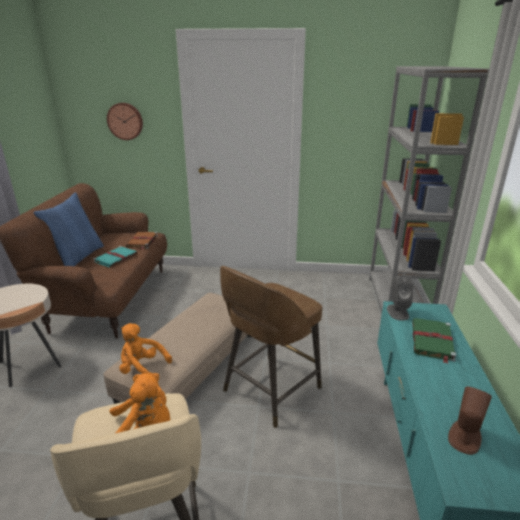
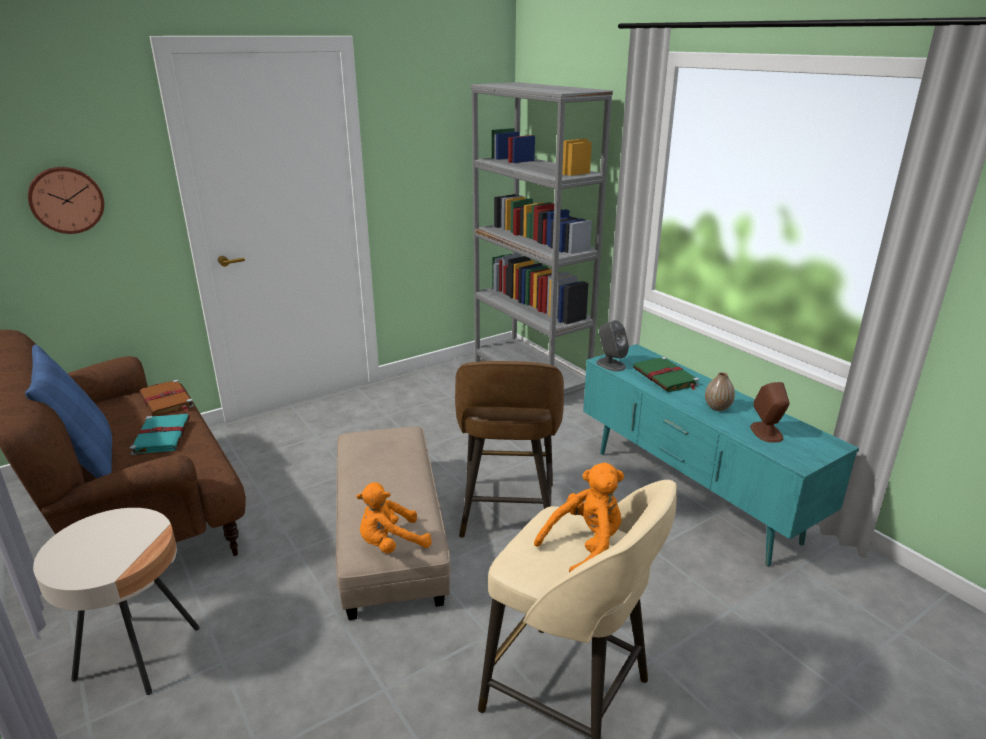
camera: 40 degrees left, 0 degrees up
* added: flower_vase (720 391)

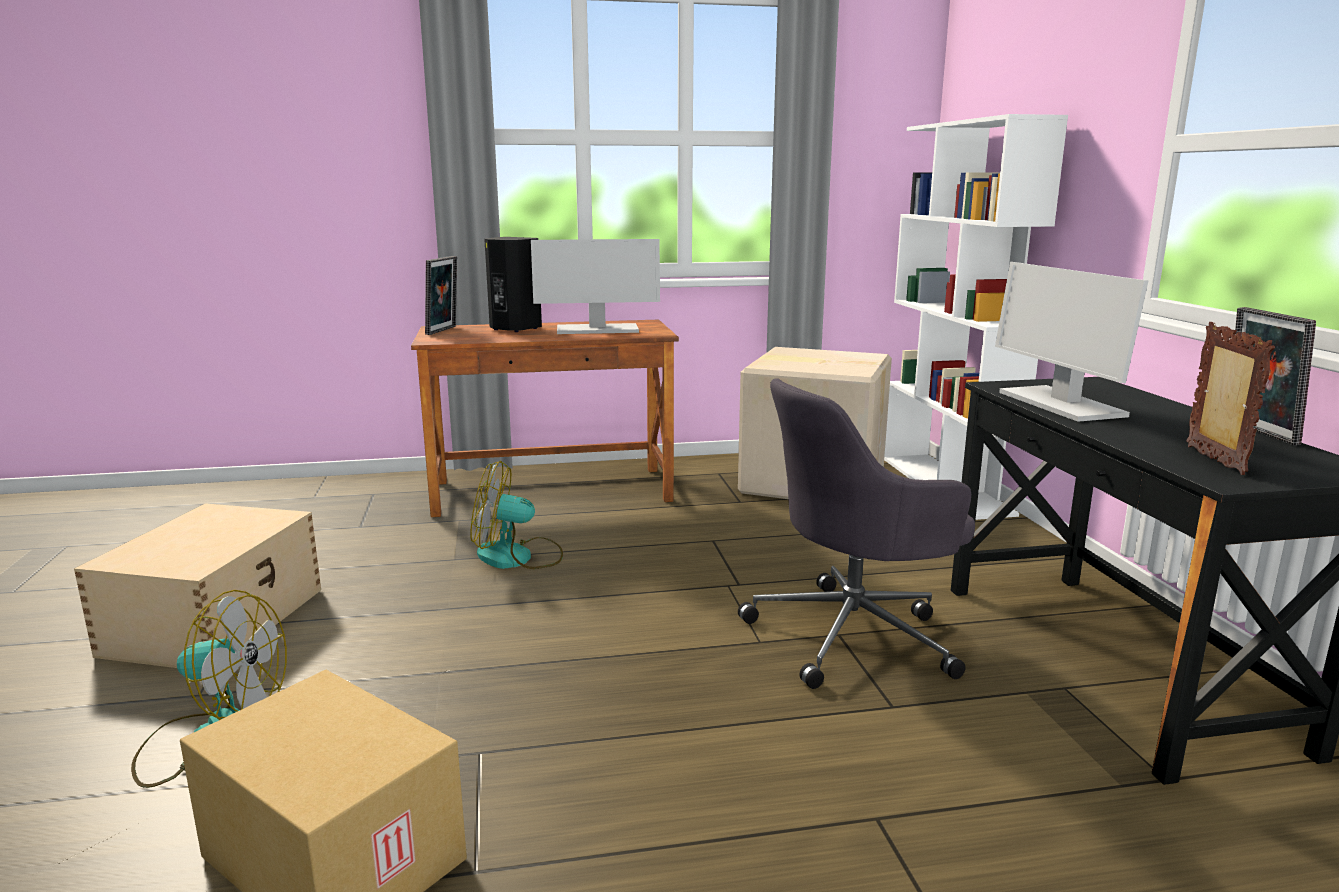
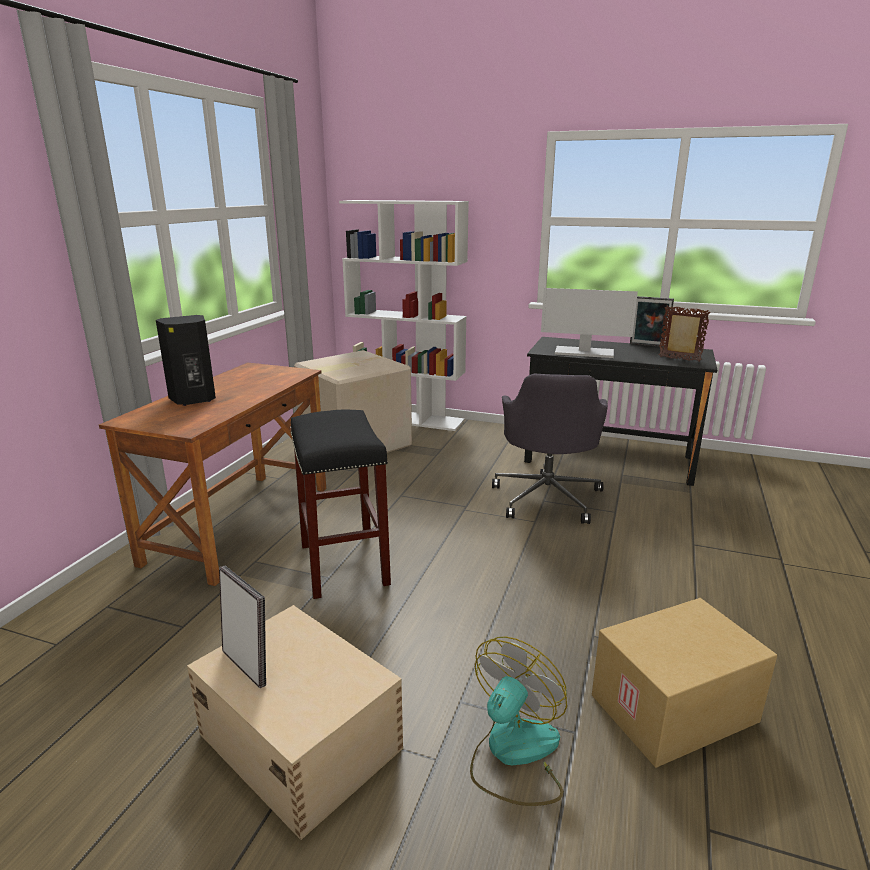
camera: 60 degrees left, 5 degrees up
* removed: computer_screen (595 286)
* moved: photo_frame (441 295) to (242 627)
* replaced: cooling_fan (516 515) to black_stool (341 504)

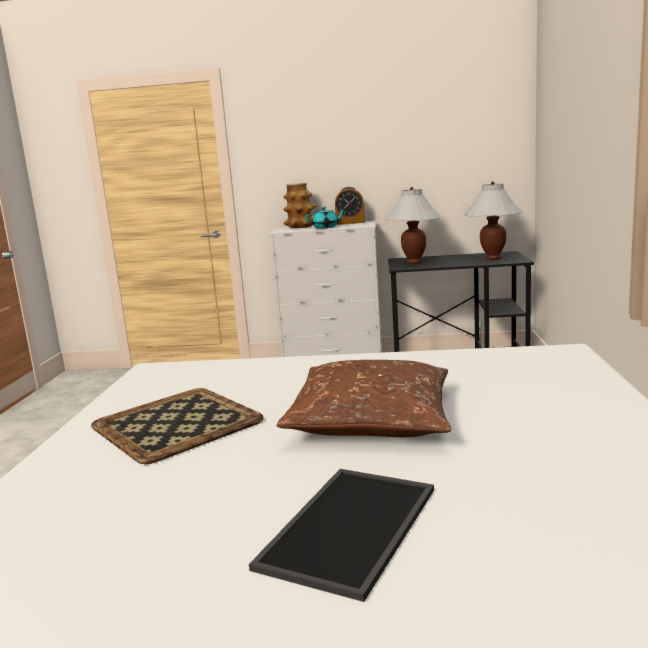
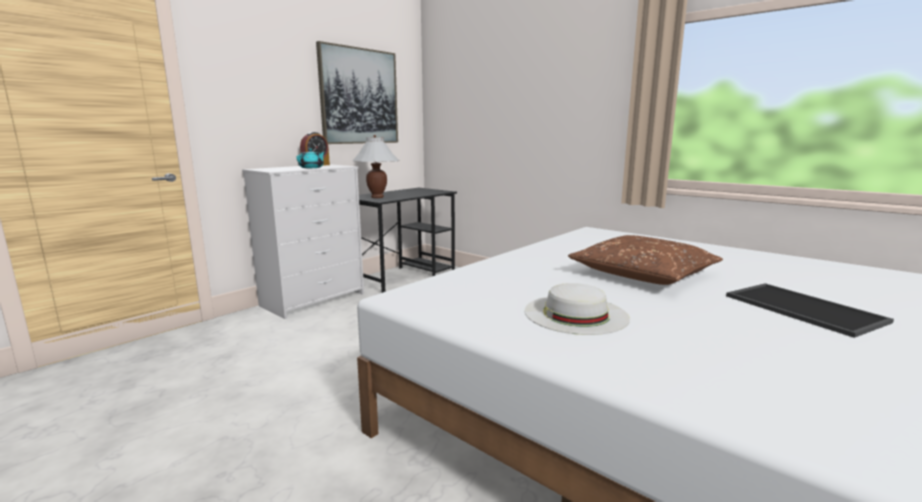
camera: 55 degrees left, 0 degrees up
* removed: whitish_tabletop_lamp (493 220)
* removed: flower_vase (300 205)
* replaced: serving_tray (177 426) to whitish_clothing_hat (577 309)
* added: wall_picture (357 92)

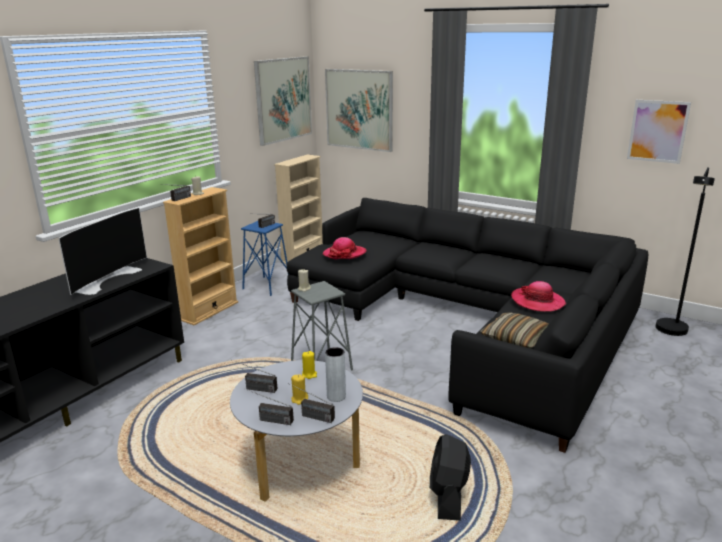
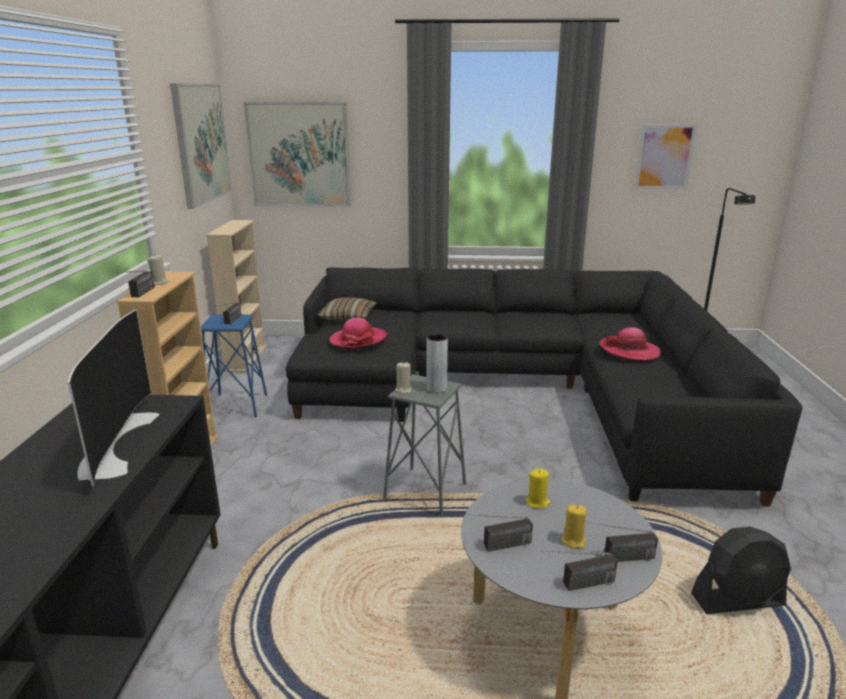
camera: 30 degrees left, 0 degrees up
* moved: cushion (514 331) to (347 309)
* moved: greyish_flower_vase (335 374) to (437 363)
* turned: black_cooling_fan (450 477) = (741 570) 75 degrees counterclockwise

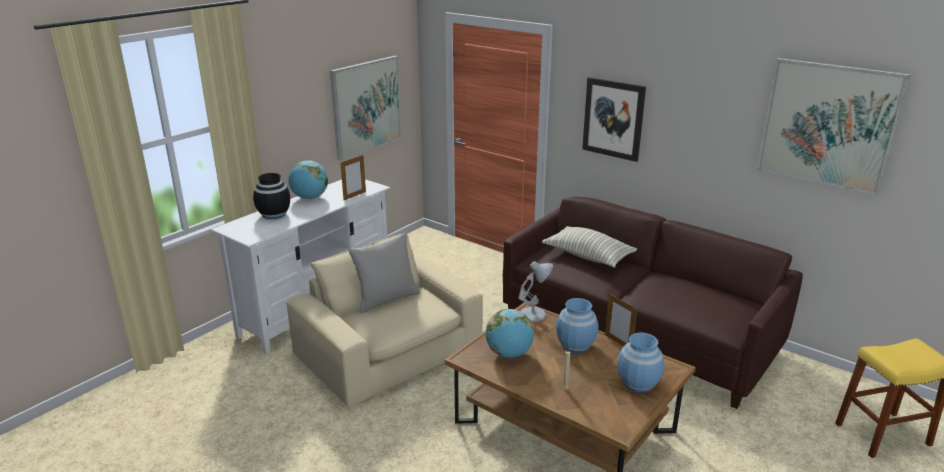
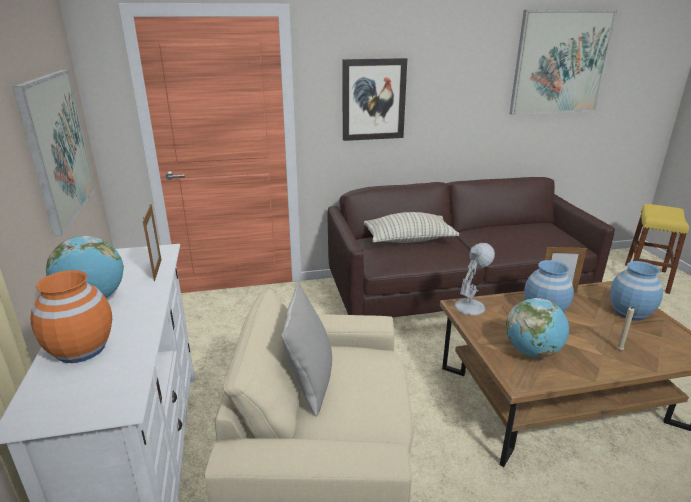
camera: 50 degrees left, 0 degrees up
* recoloured: black_flower_vase (271 196) to orange_flower_vase (71 316)

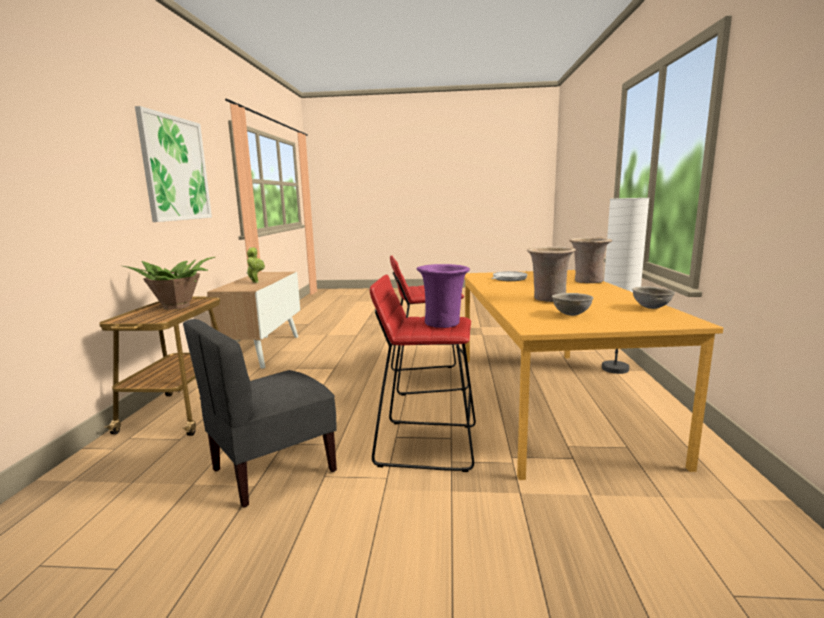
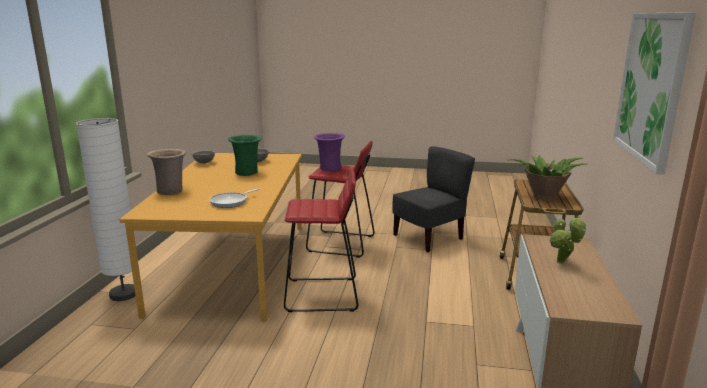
camera: 175 degrees left, 5 degrees up
* recoloured: beige_flower_vase (551 274) to green-coloured_flower_vase (245 155)

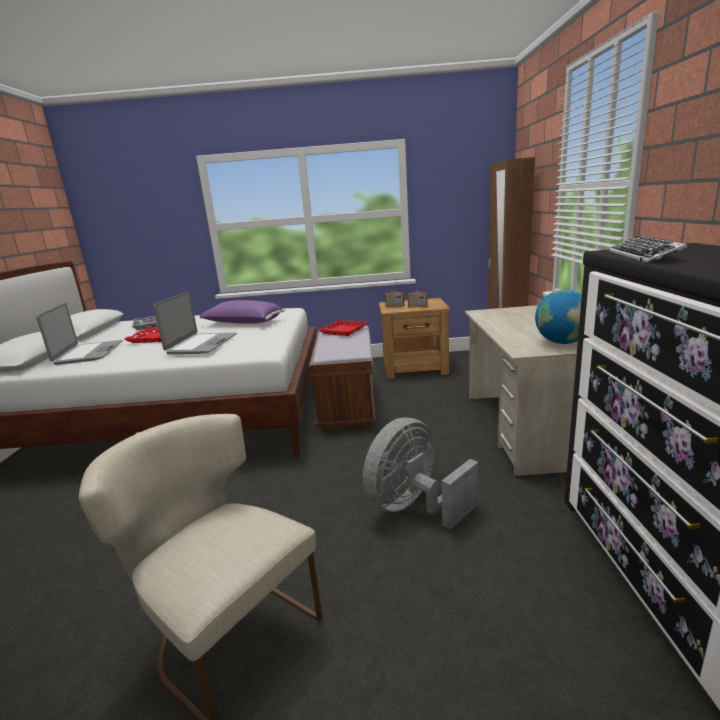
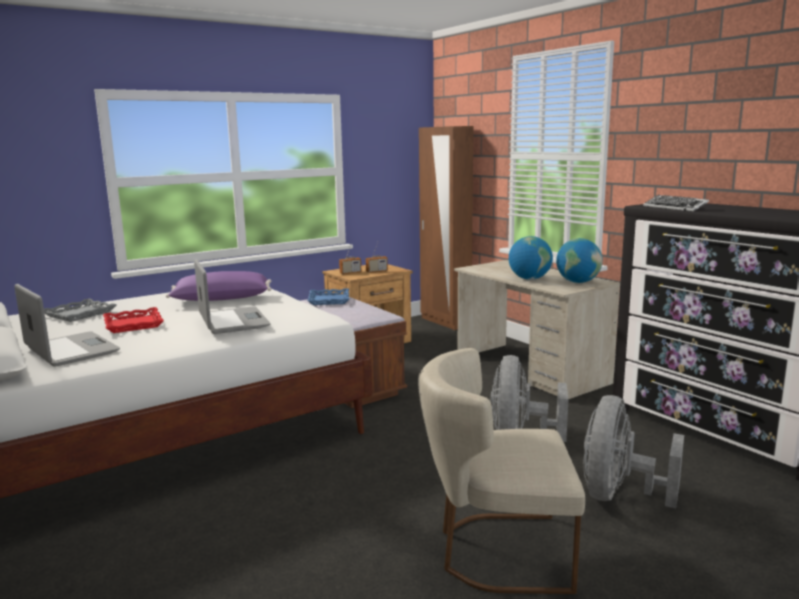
camera: 35 degrees left, 5 degrees down
* recoloured: red-coloured_serving_tray (343 328) to blue_serving_tray (328 296)
* added: desk_globe (531 258)
* added: greyish_cooling_fan (634 451)

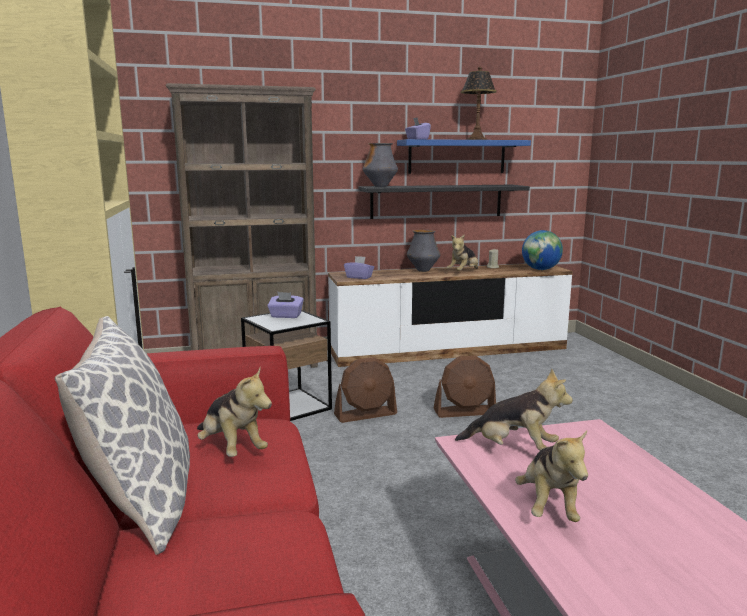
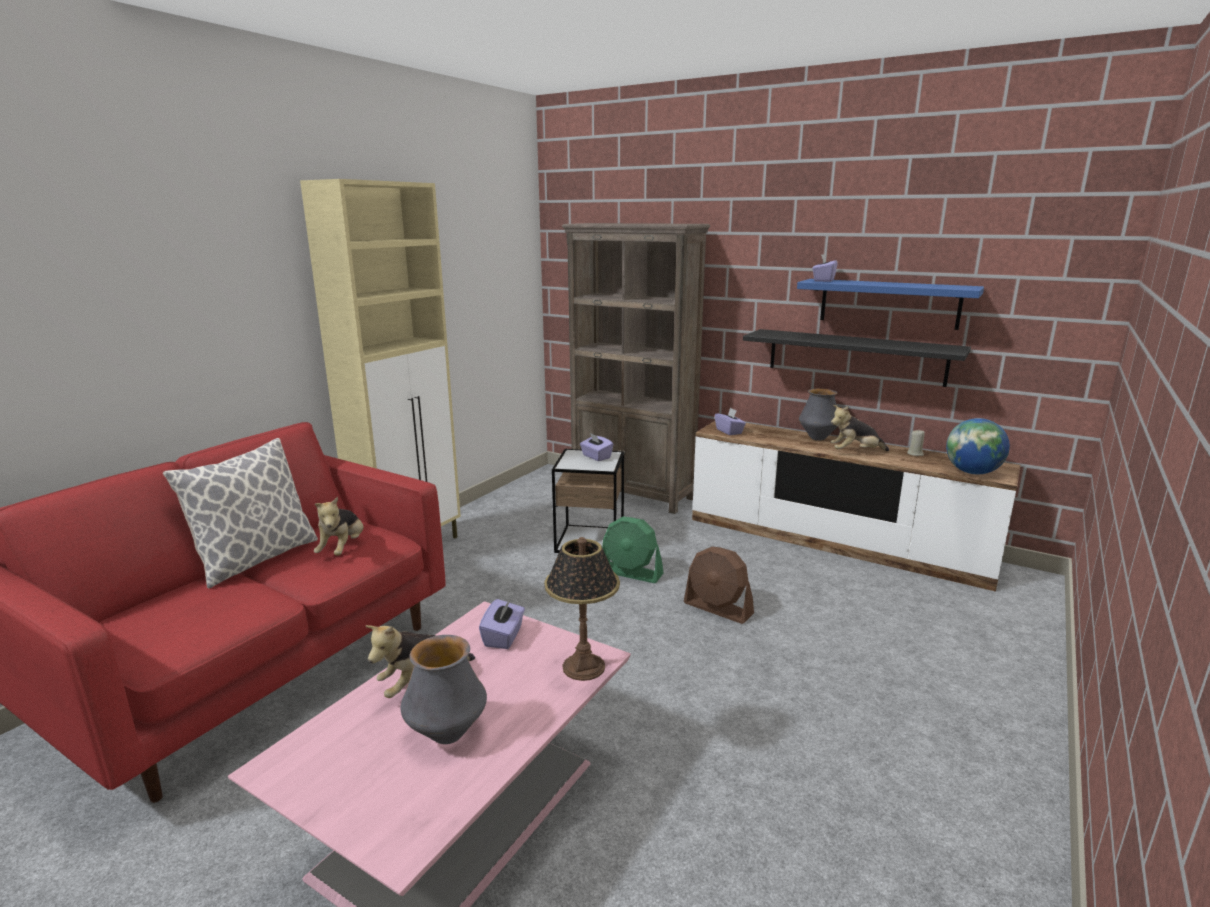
camera: 45 degrees right, 5 degrees up
* moved: tabletop_lamp (479 103) to (582 609)
* moved: flower_vase (380 165) to (444 689)
* recoloured: brown-coloured_cooling_fan (365 390) to green-coloured_cooling_fan (633 550)
* replaced: cuddly_toy (514 410) to purple_tissue_holder (502 623)

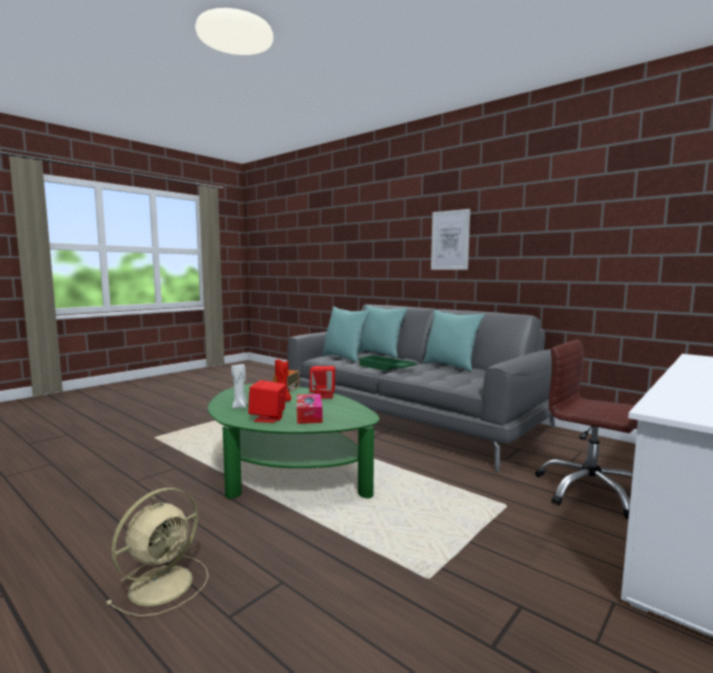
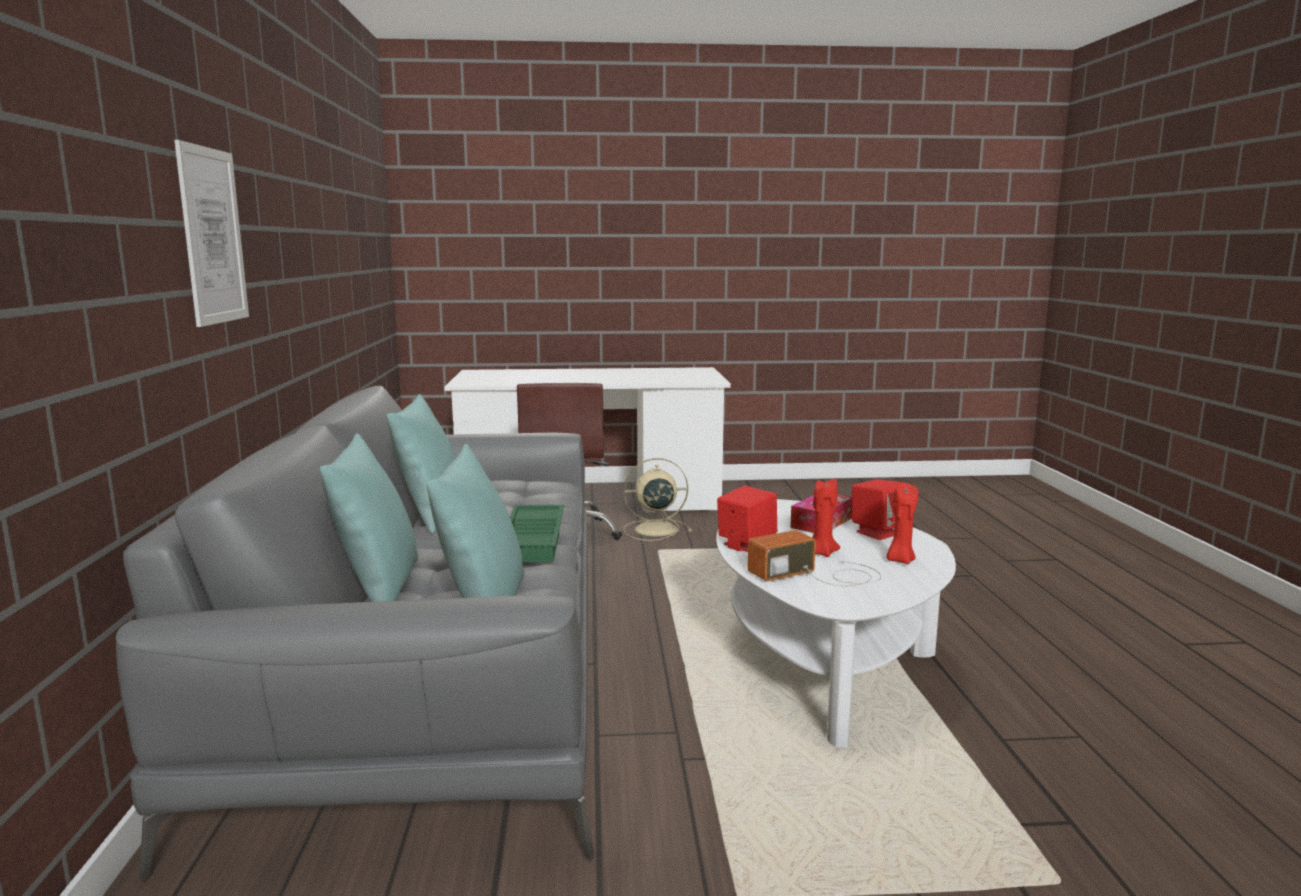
camera: 135 degrees left, 5 degrees up
* recoloured: whitish_wax_light (239 386) to red-coloured_wax_light (902 523)
* recoloured: green-coloured_low_table (293 441) to whitish_low_table (836 623)
* moved: beige_cooling_fan (157 552) to (657 499)

